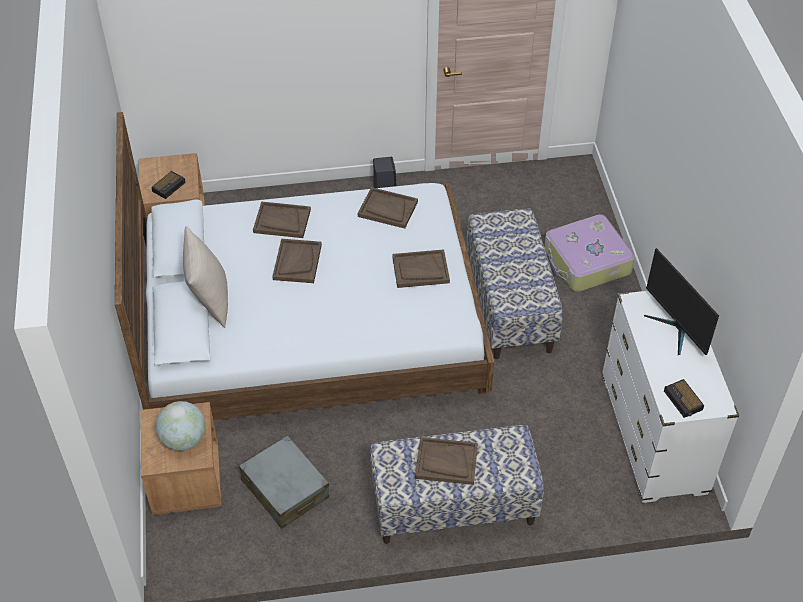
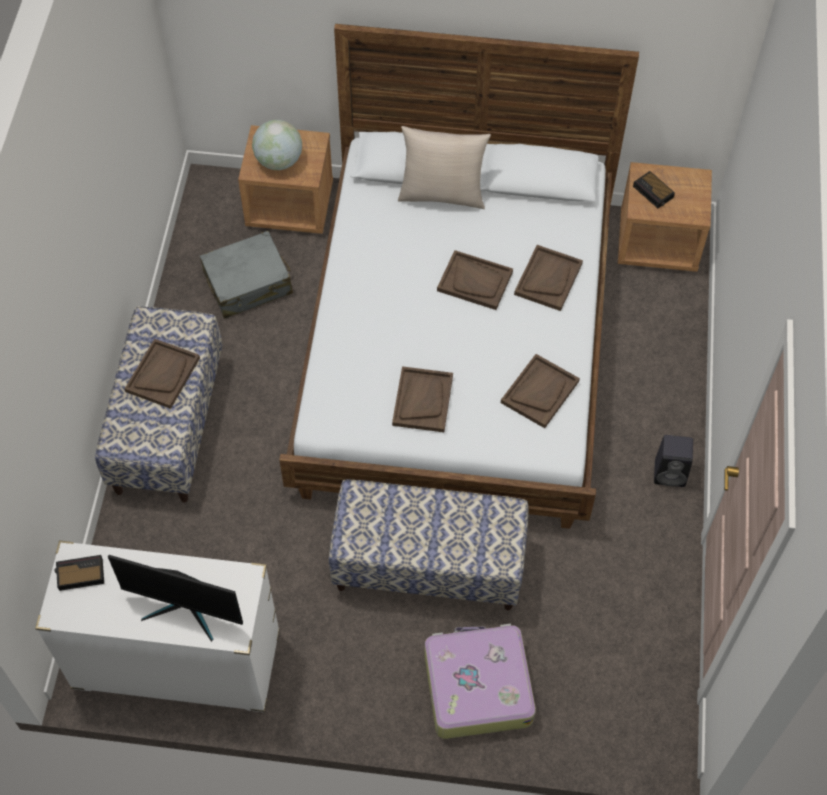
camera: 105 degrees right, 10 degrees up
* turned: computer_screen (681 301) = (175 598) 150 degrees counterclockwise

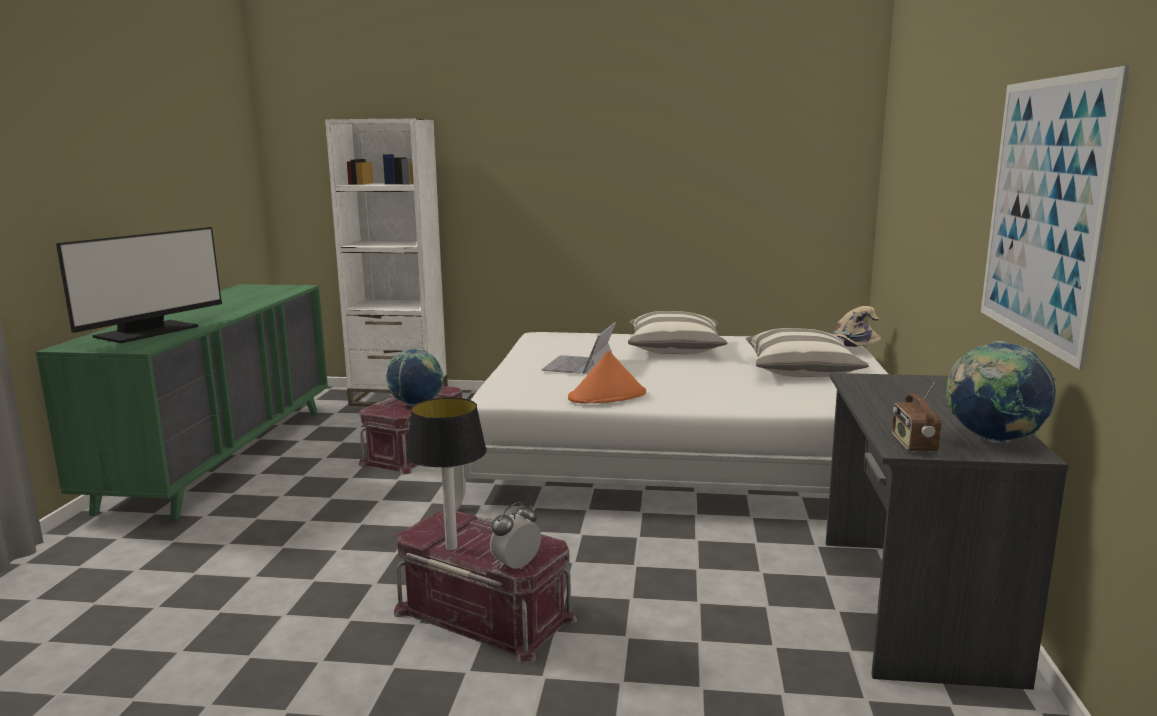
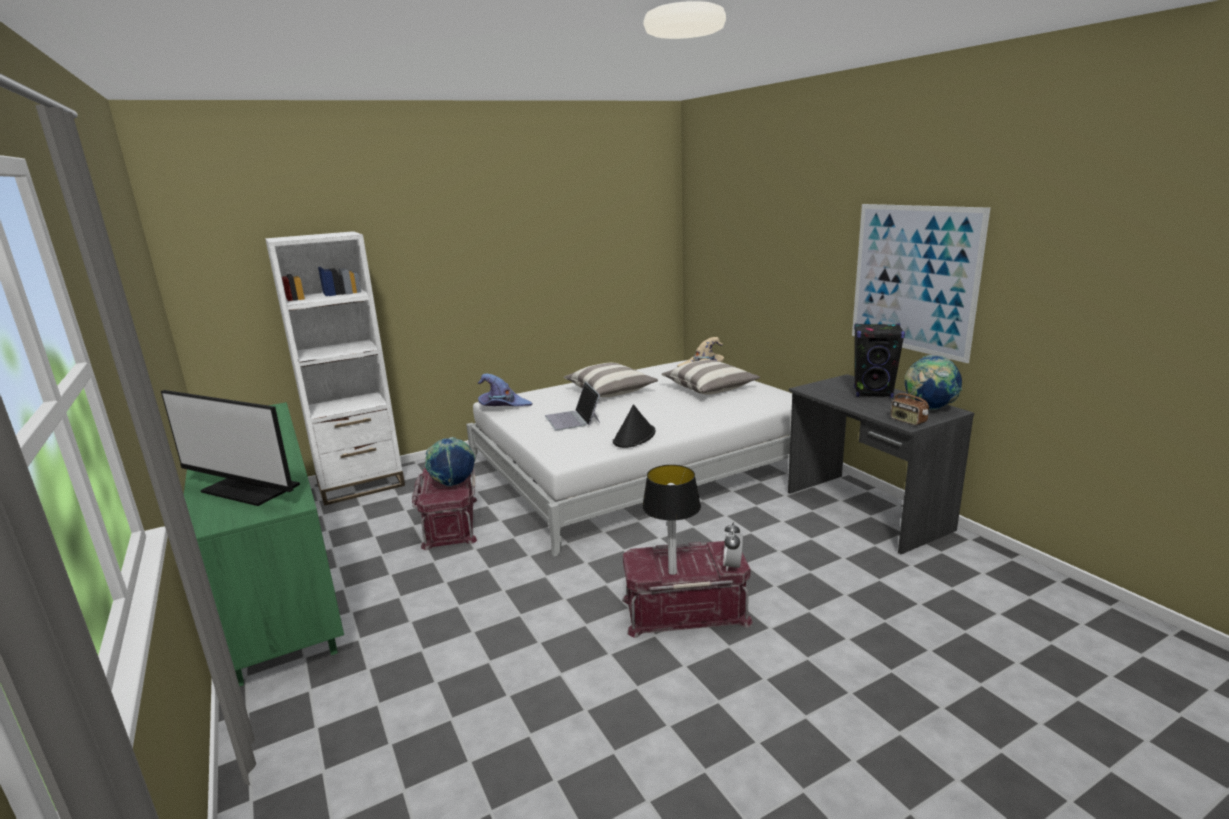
camera: 35 degrees left, 5 degrees up
* turned: computer_screen (139 285) = (230 448) 120 degrees clockwise
* recoloured: orange_clothing_hat (607 377) to black_clothing_hat (634 426)
* added: black_speaker (879 360)
* added: purple_clothing_hat (505 390)

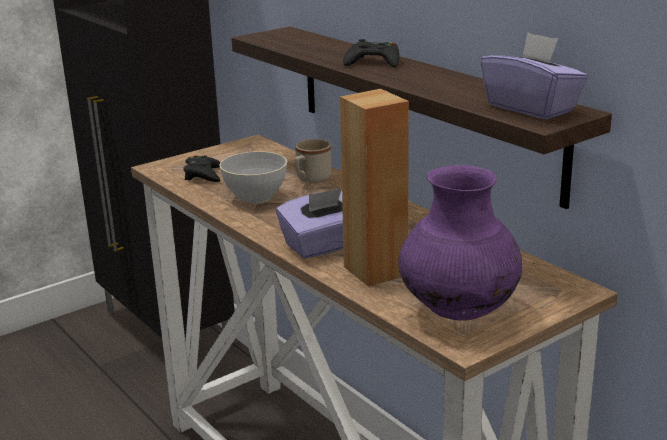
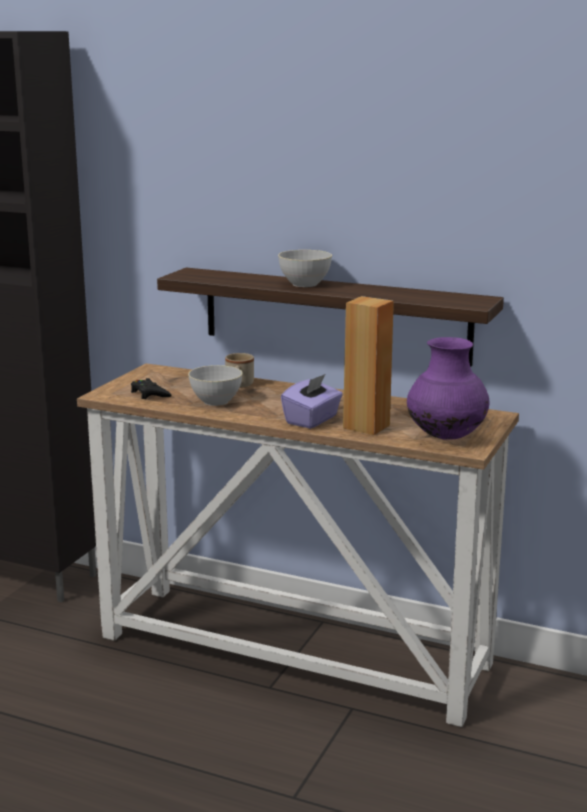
camera: 30 degrees left, 5 degrees down
* removed: purple_tissue_holder (534 76)
* replaced: black_joypad (371 53) to greyish_serving_bowl (305 268)

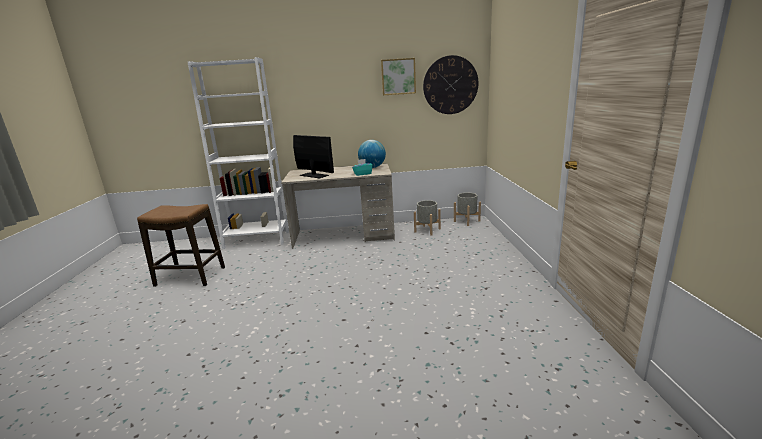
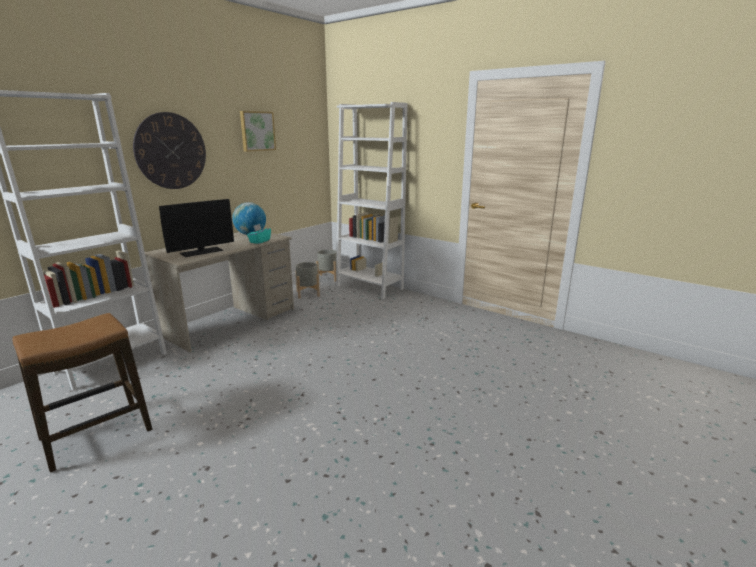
camera: 50 degrees left, 0 degrees up
* moved: clock_on_the_wall (451 84) to (169 150)
* turned: computer_screen (313 156) = (196 228) 150 degrees clockwise
* added: whitish_bookcase (371 200)

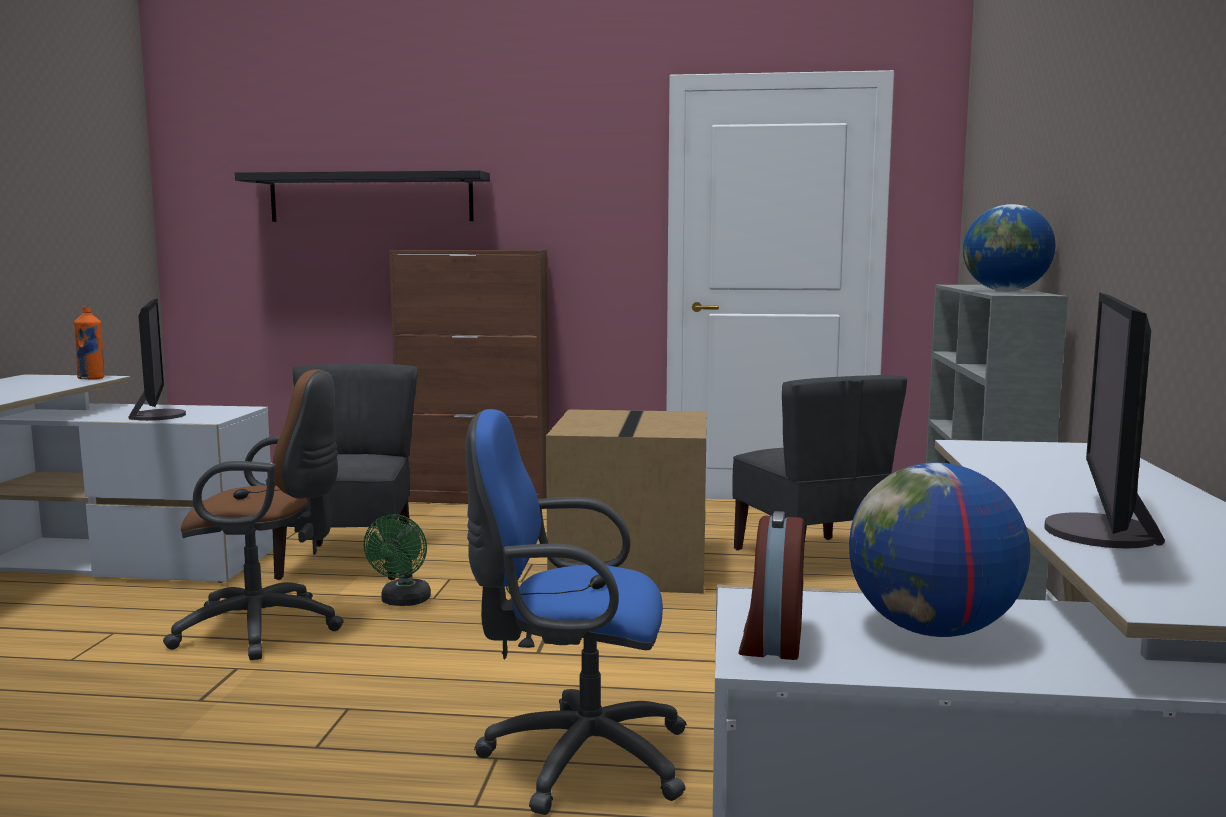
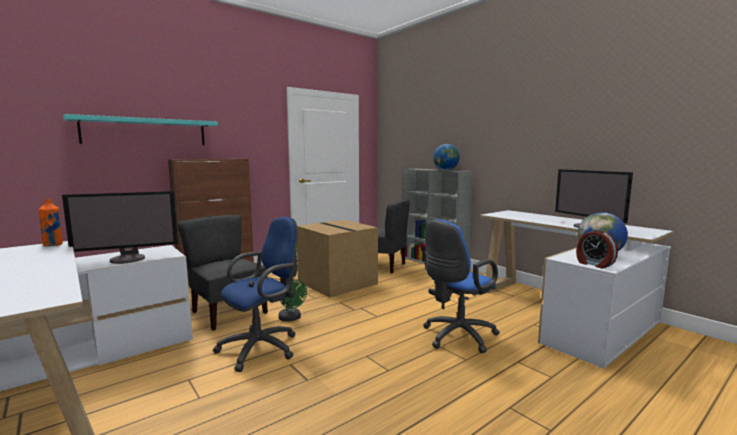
camera: 45 degrees left, 0 degrees up
* recoloured: black_wall_shelf (362 196) to turquoise-coloured_wall_shelf (140 129)
* turned: computer_screen (157 359) = (120 227) 135 degrees clockwise
* recoloured: brown-coloured_desk_chair (253 514) to blue_desk_chair (255 294)

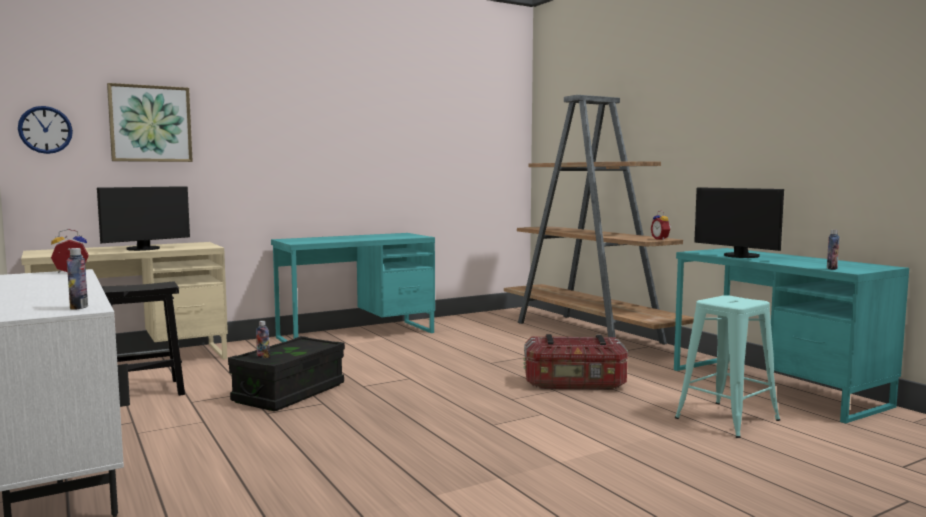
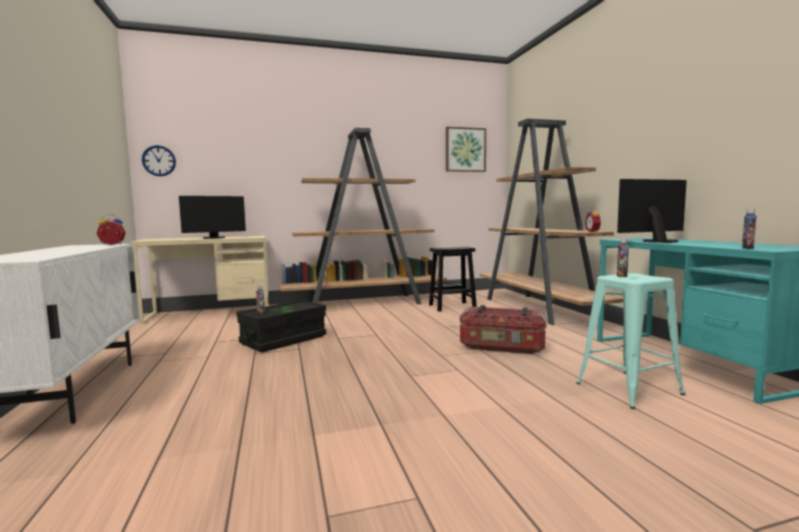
camera: 15 degrees right, 0 degrees up
* moved: wall_picture (150 122) to (466 149)
* turned: computer_screen (739 222) = (652 211) 90 degrees clockwise
* replaced: turquoise-coloured_desk_table (353 287) to brown-coloured_bookcase (363 216)
* moved: bottle (77 279) to (623 257)
* moved: black_stool (143 339) to (453 279)

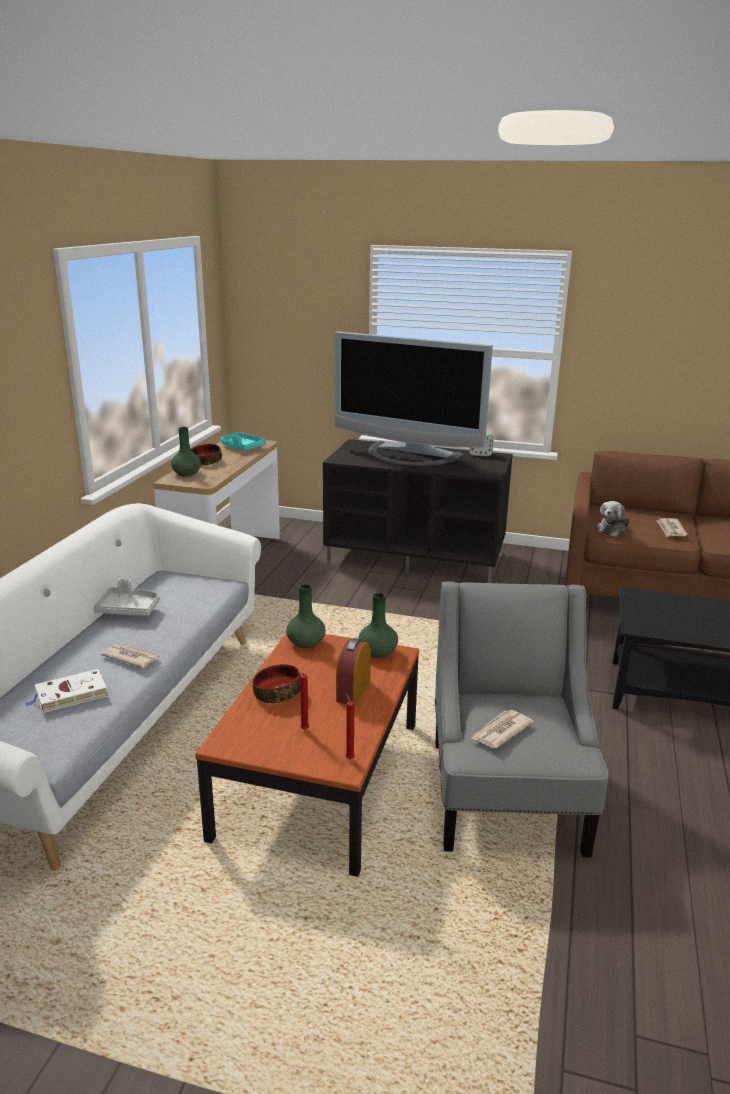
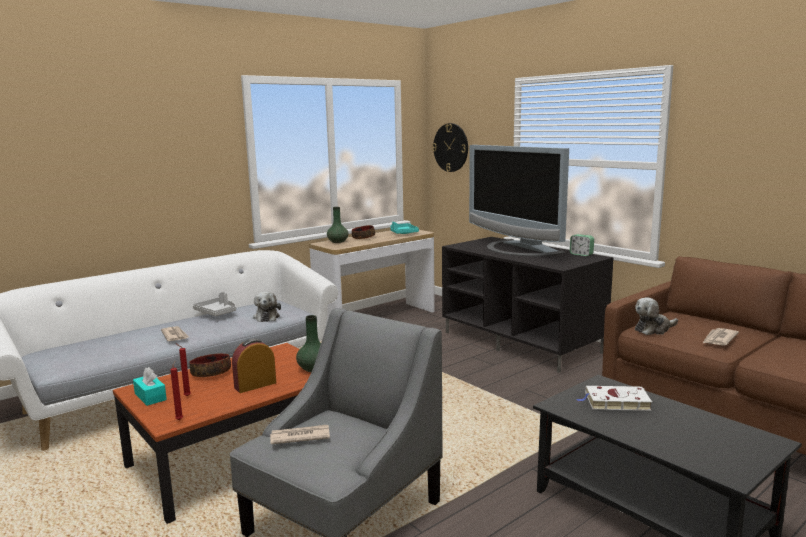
camera: 35 degrees right, 10 degrees down
* removed: green-coloured_flower_vase (306 616)
* moved: whitish_book (66 691) to (614 398)
* added: clock_on_the_wall (450 147)
* added: cuddly_toy (267 306)
* added: turquoise-coloured_tissue_holder (150 386)

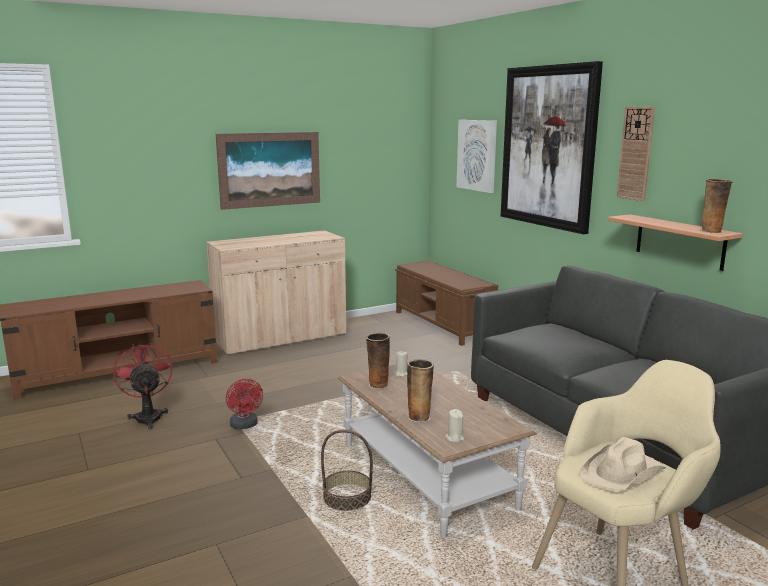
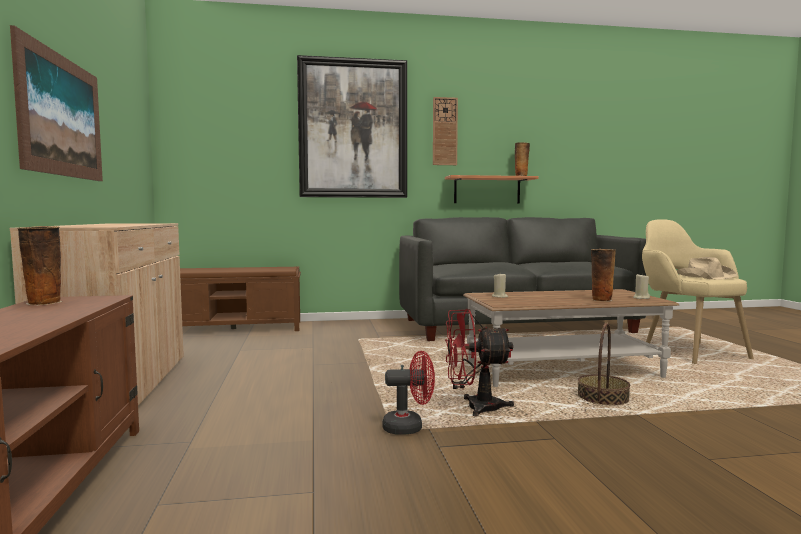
camera: 70 degrees left, 10 degrees down
* removed: wall_picture (477 156)
* moved: flower_vase (378 360) to (39 265)
* moved: red-coloured_cooling_fan (142 385) to (479 363)

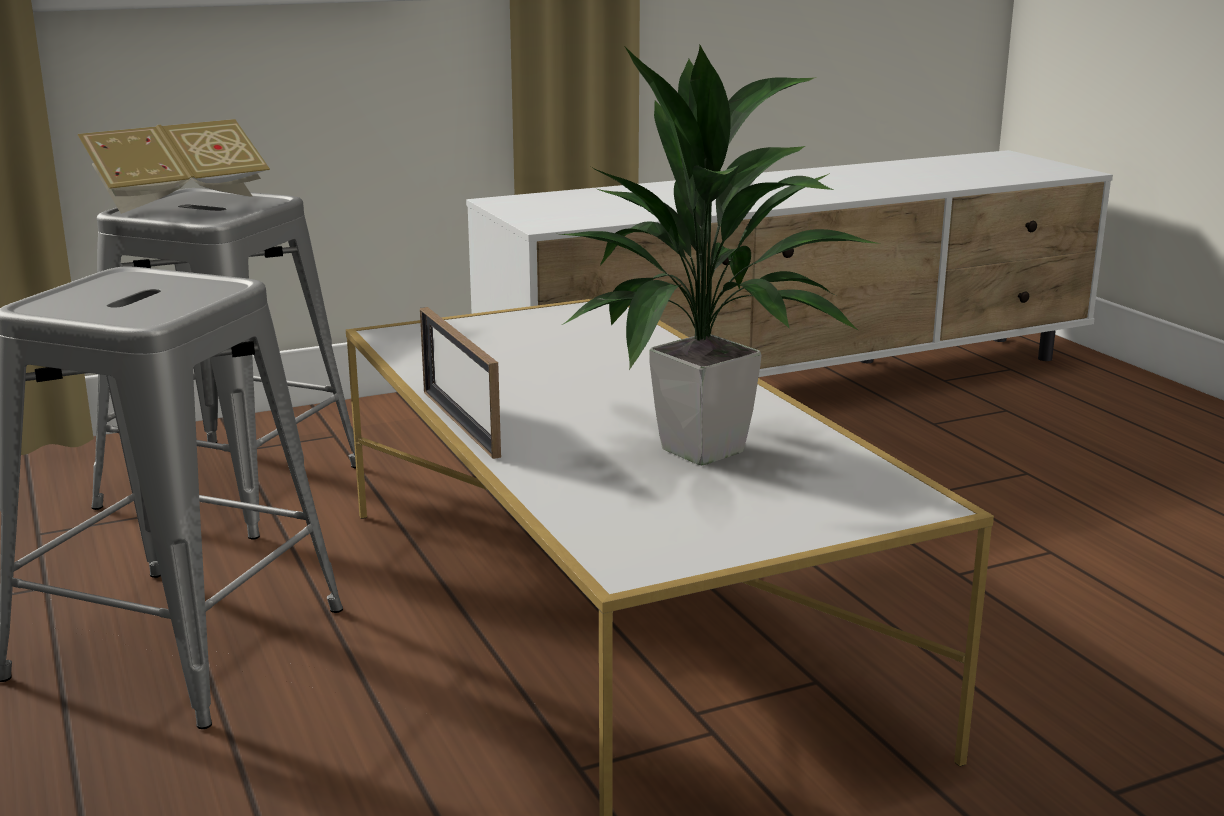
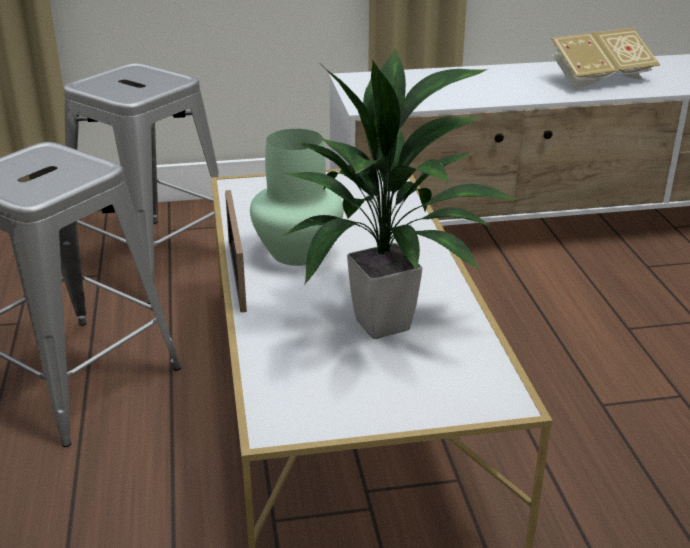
camera: 15 degrees right, 10 degrees up
* moved: book (174 166) to (605 59)
* added: green-coloured_flower_vase (297 197)

